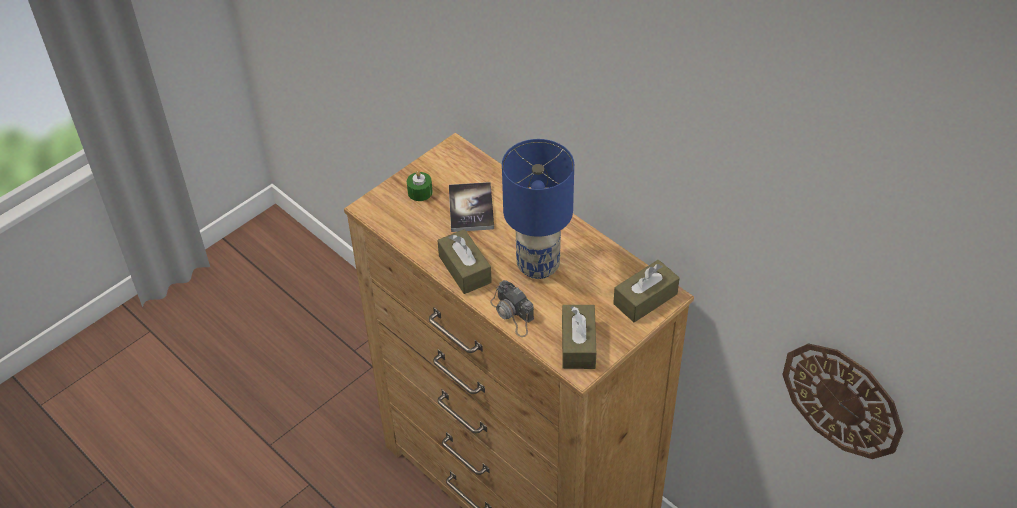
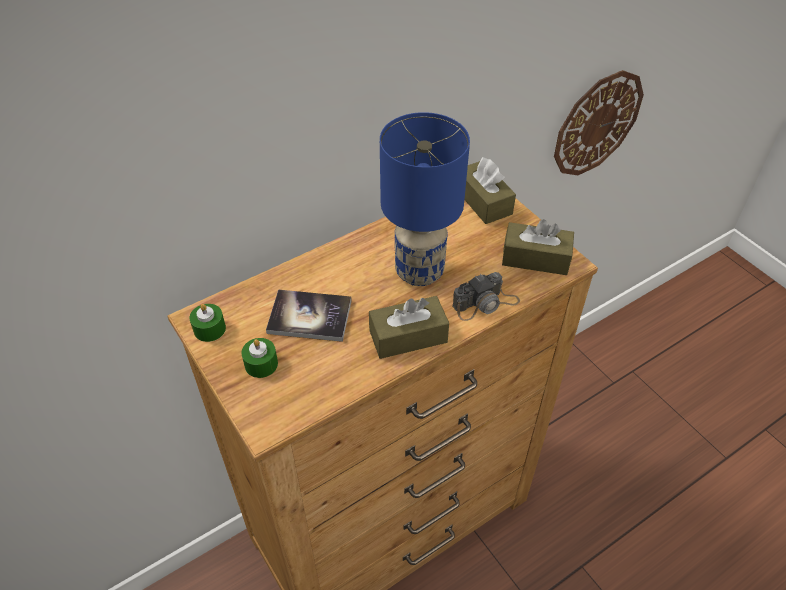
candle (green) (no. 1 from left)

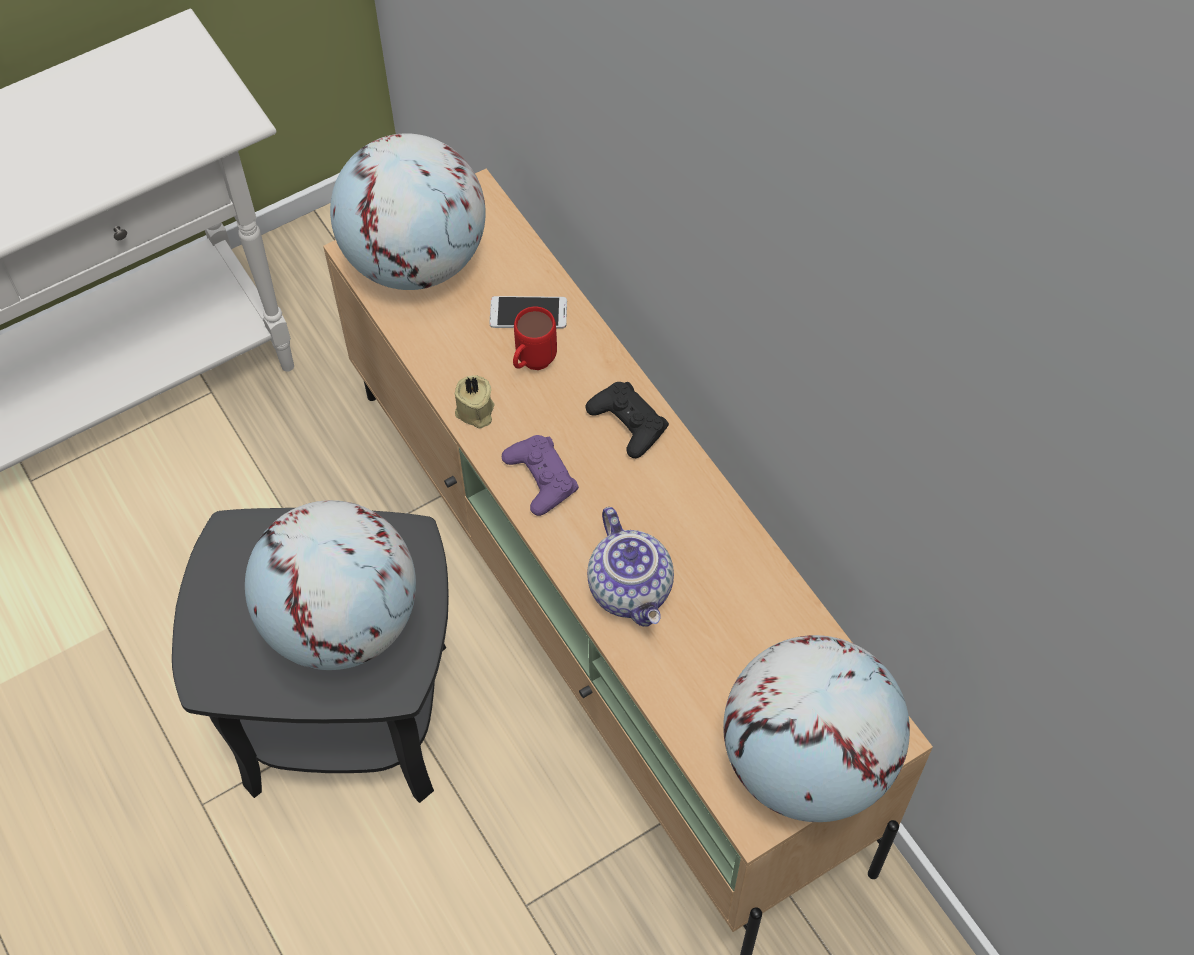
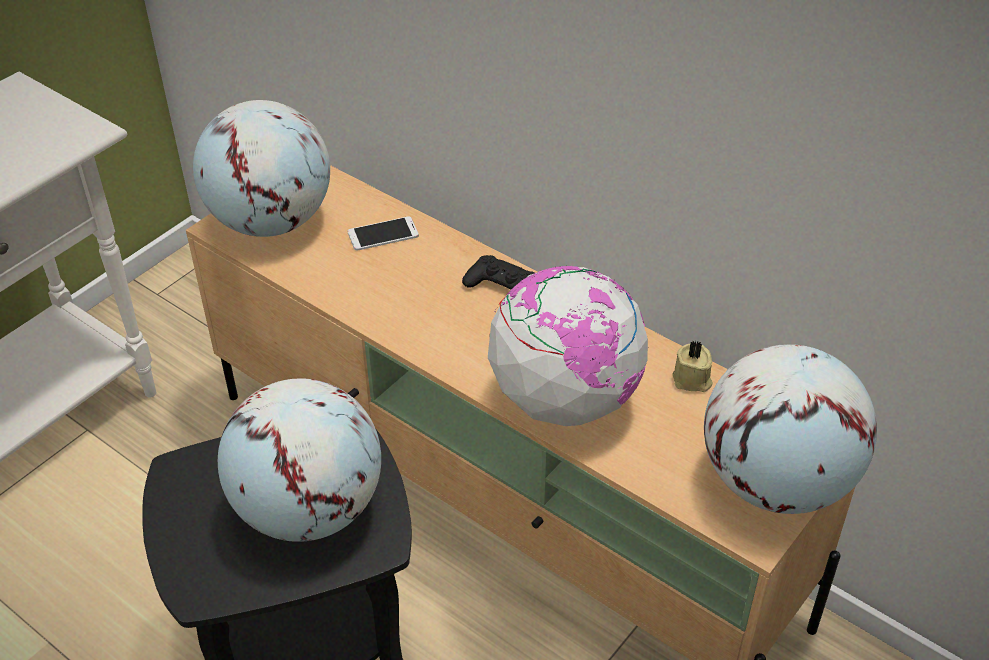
globe (no. 3 from left); candle (beige); game controller (purple); mug (red)

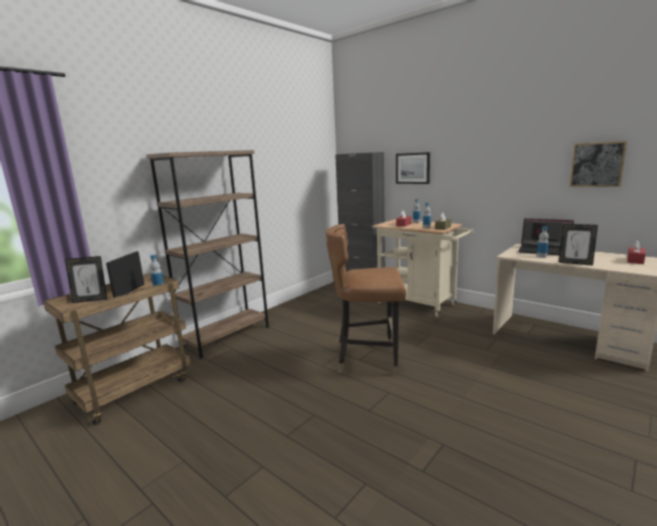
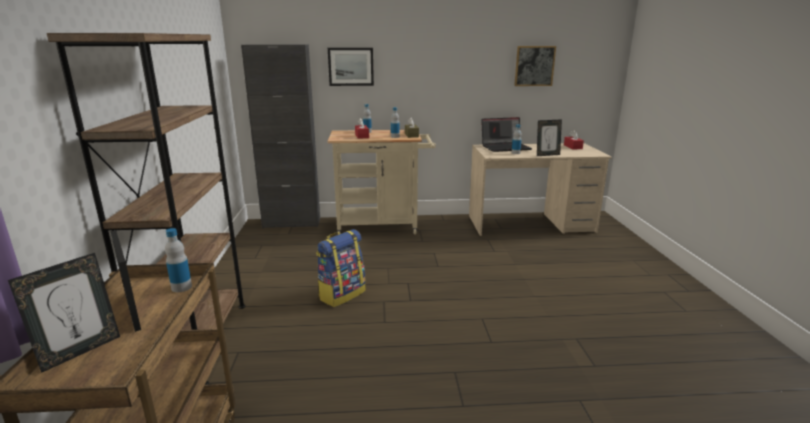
backpack; chair (brown)

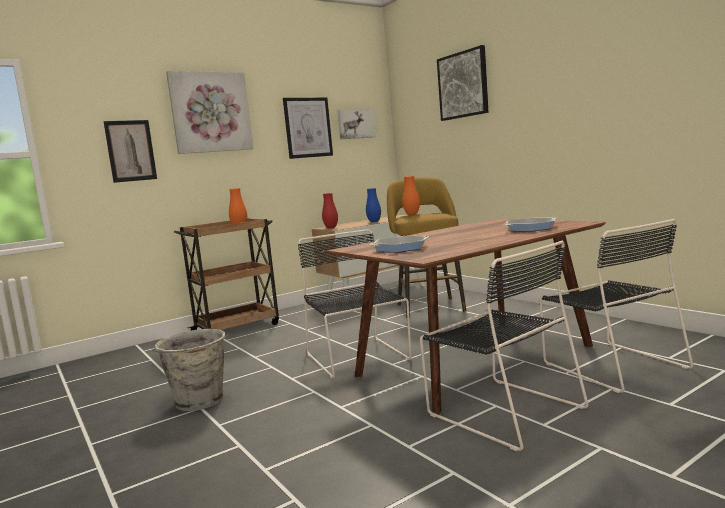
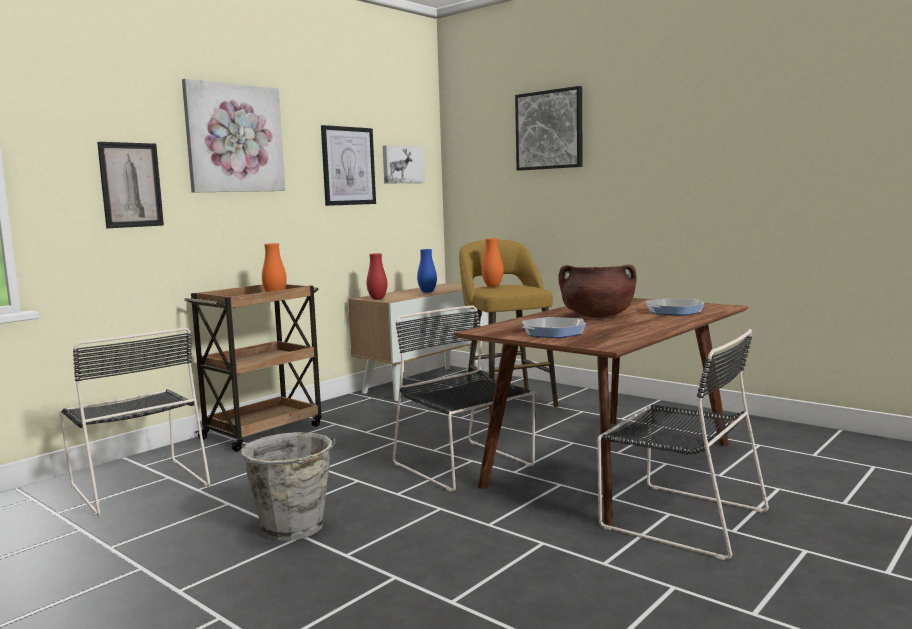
chair (black) (no. 1 from left); cooking pot (brown)

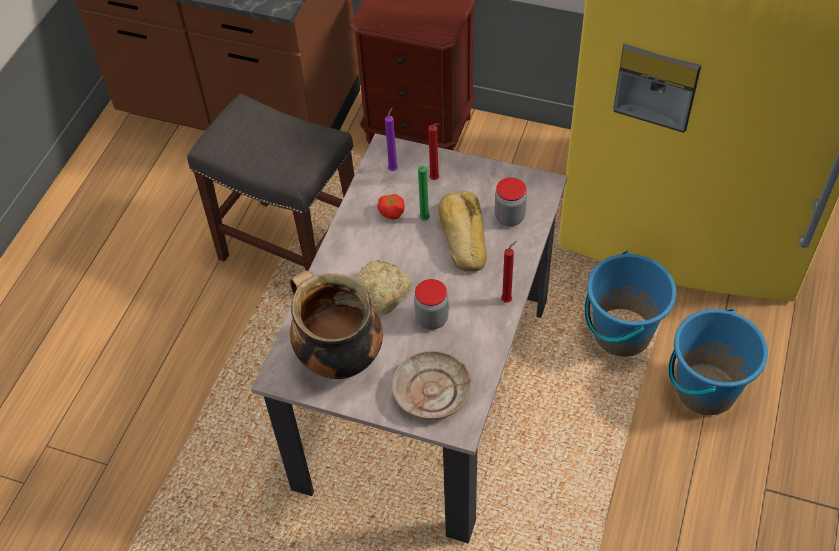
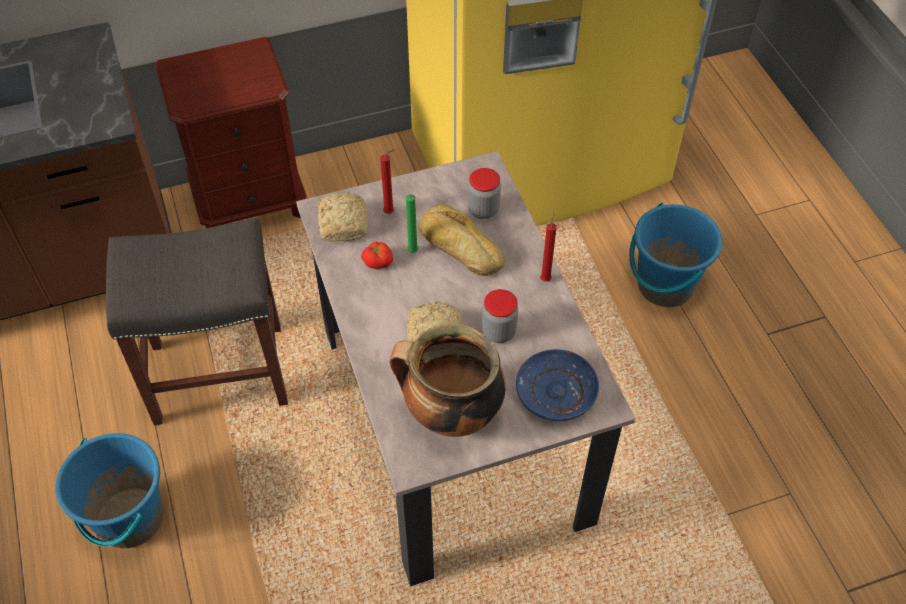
bucket (blue) (no. 1 from left); bread (no. 1 from left); plate (blue)

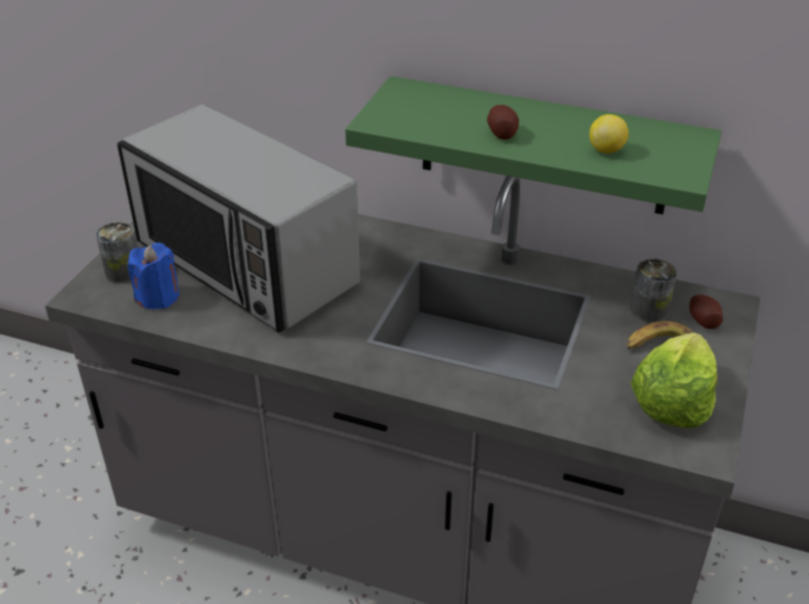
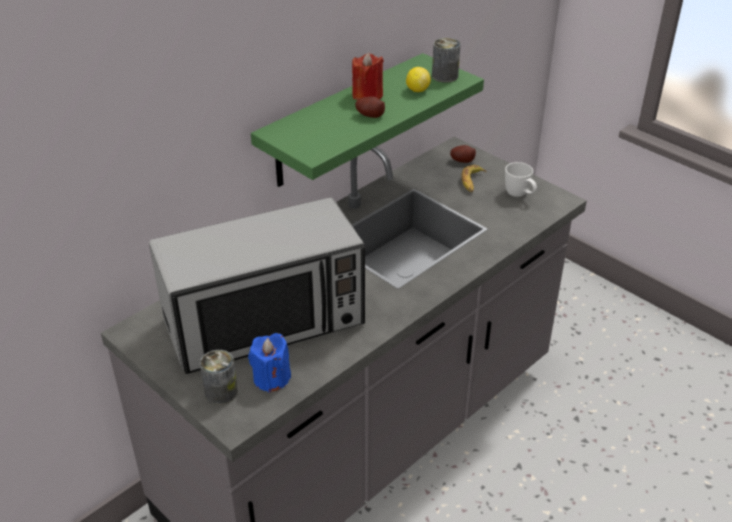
candle (red); can (no. 2 from left); mug (white)

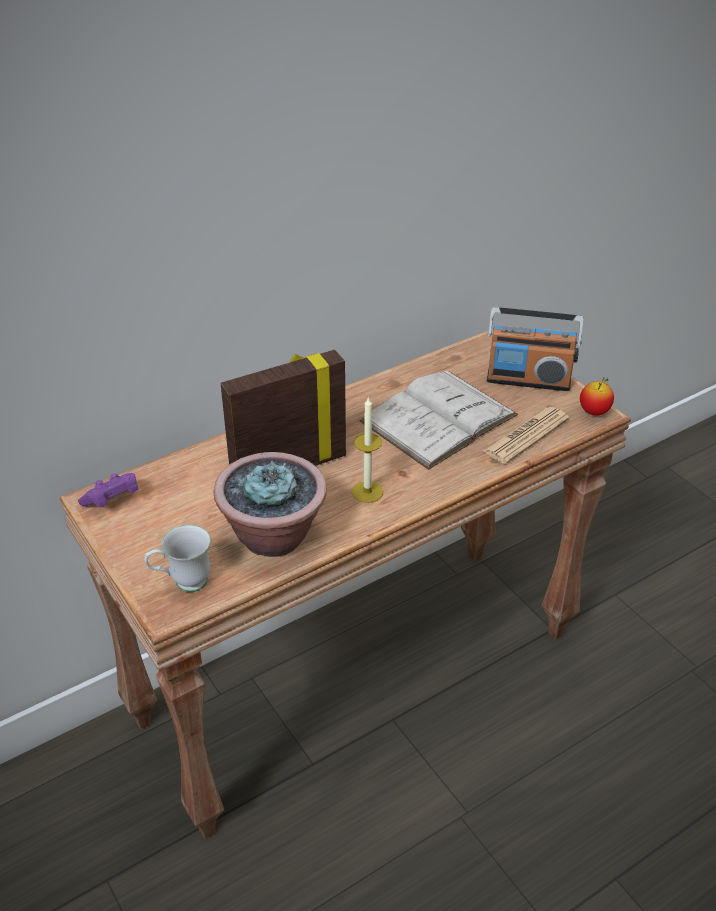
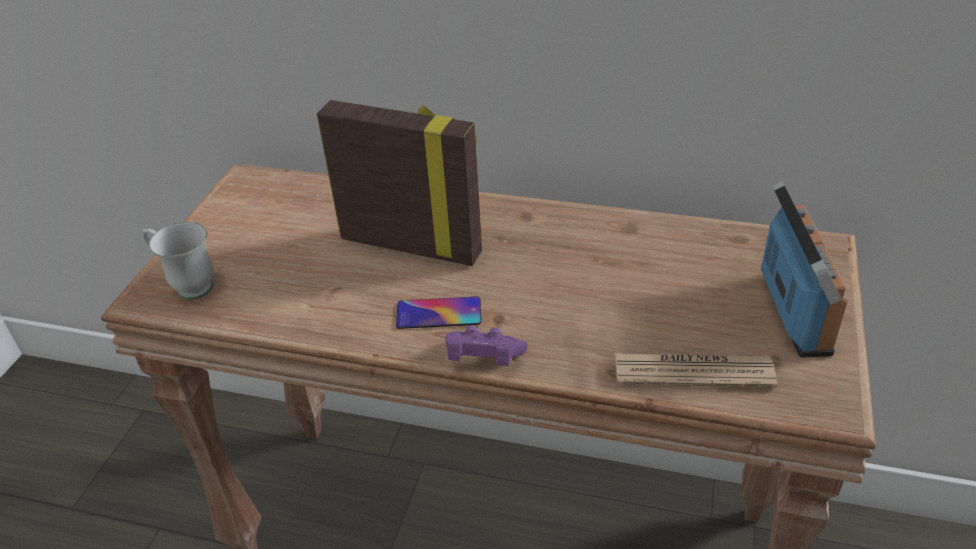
phone; game controller (purple); radio; potted plant; book (white); apple

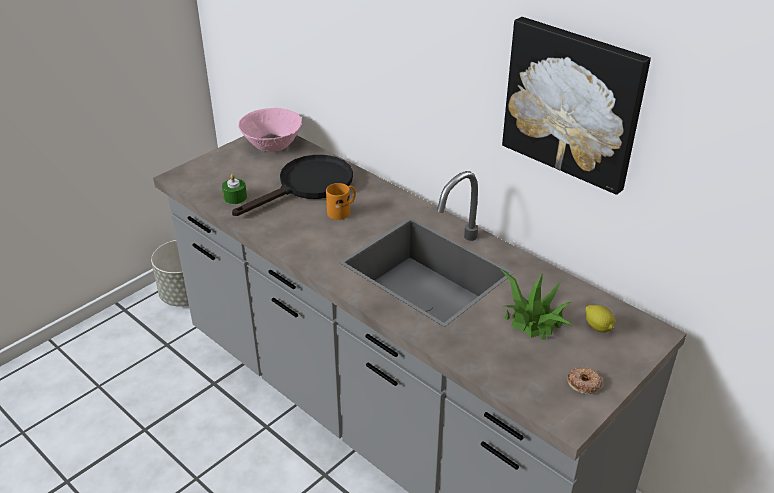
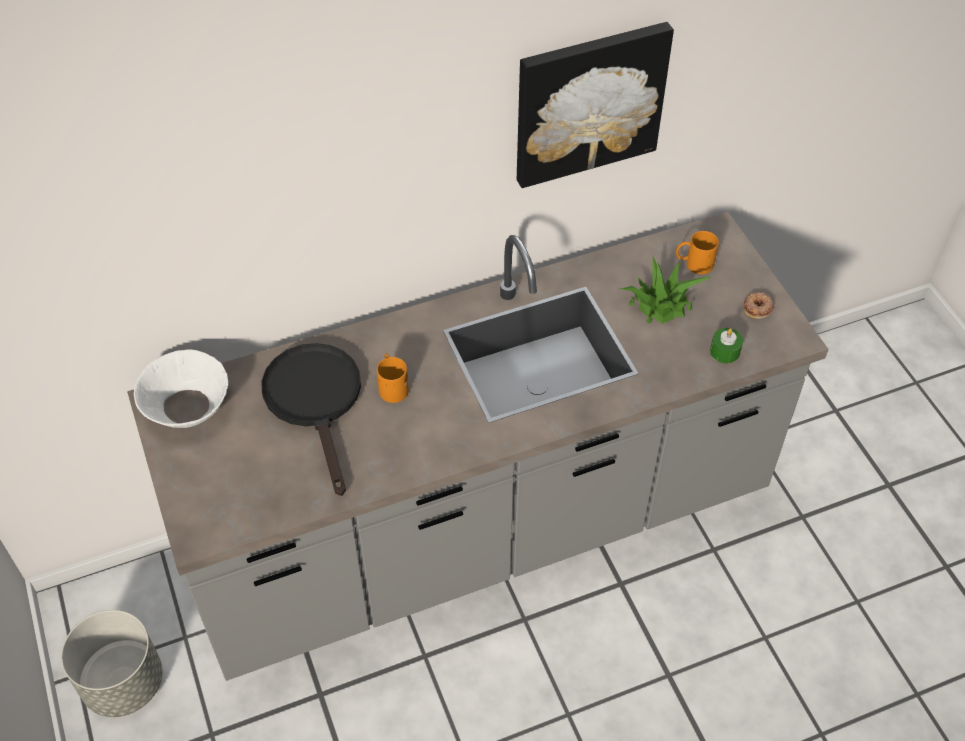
bowl (white); mug (orange) (no. 2 from left); candle (green)

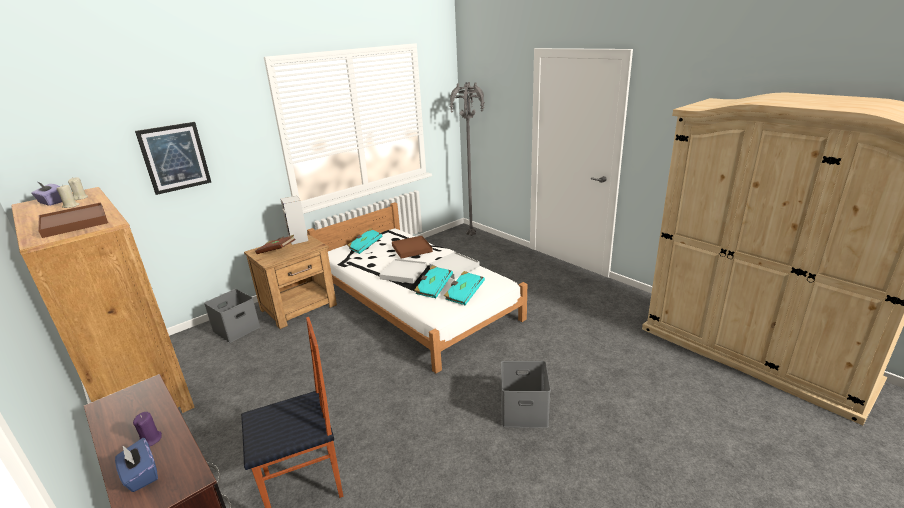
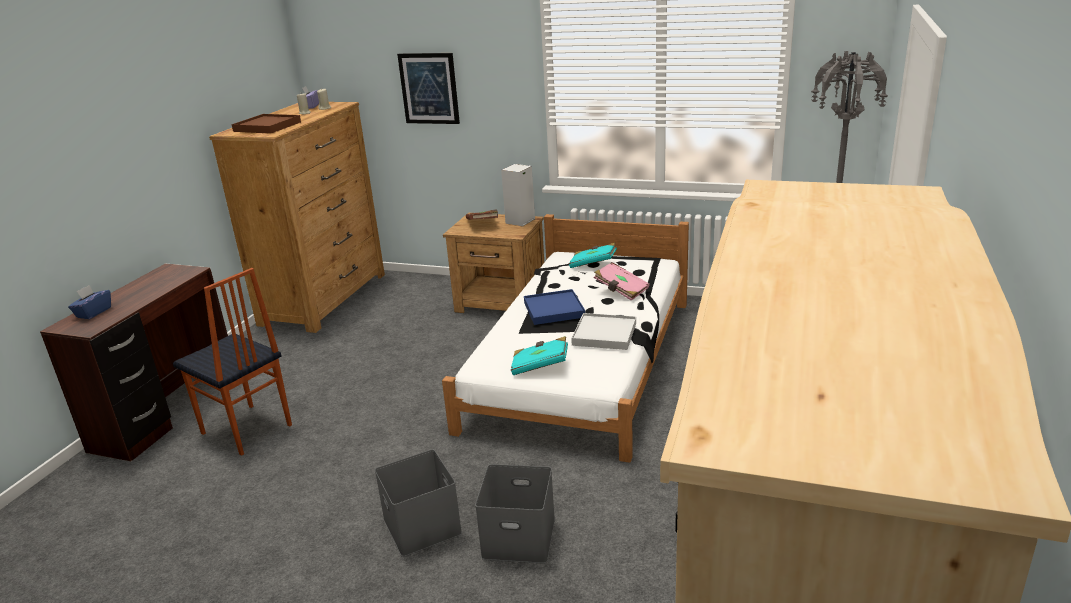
storage box (grey) (no. 2 from left); tray (blue); book (pink); candle (purple); book (turquoise) (no. 2 from left in the first image)

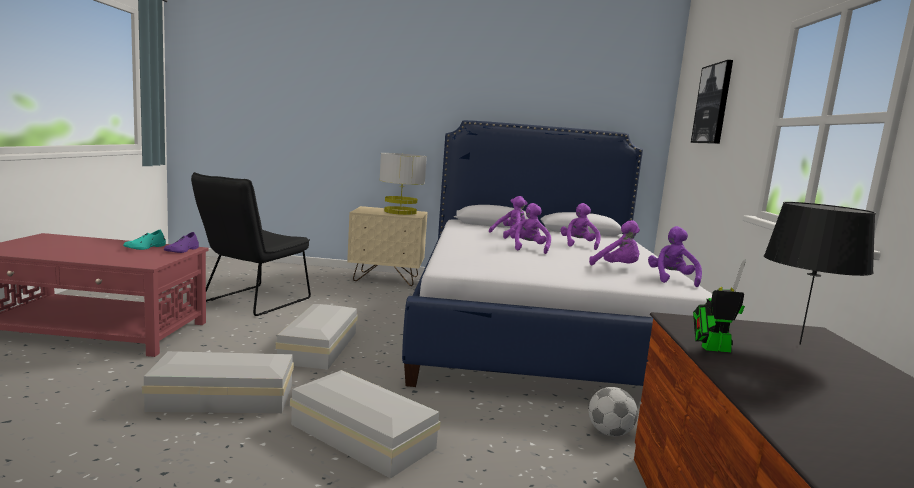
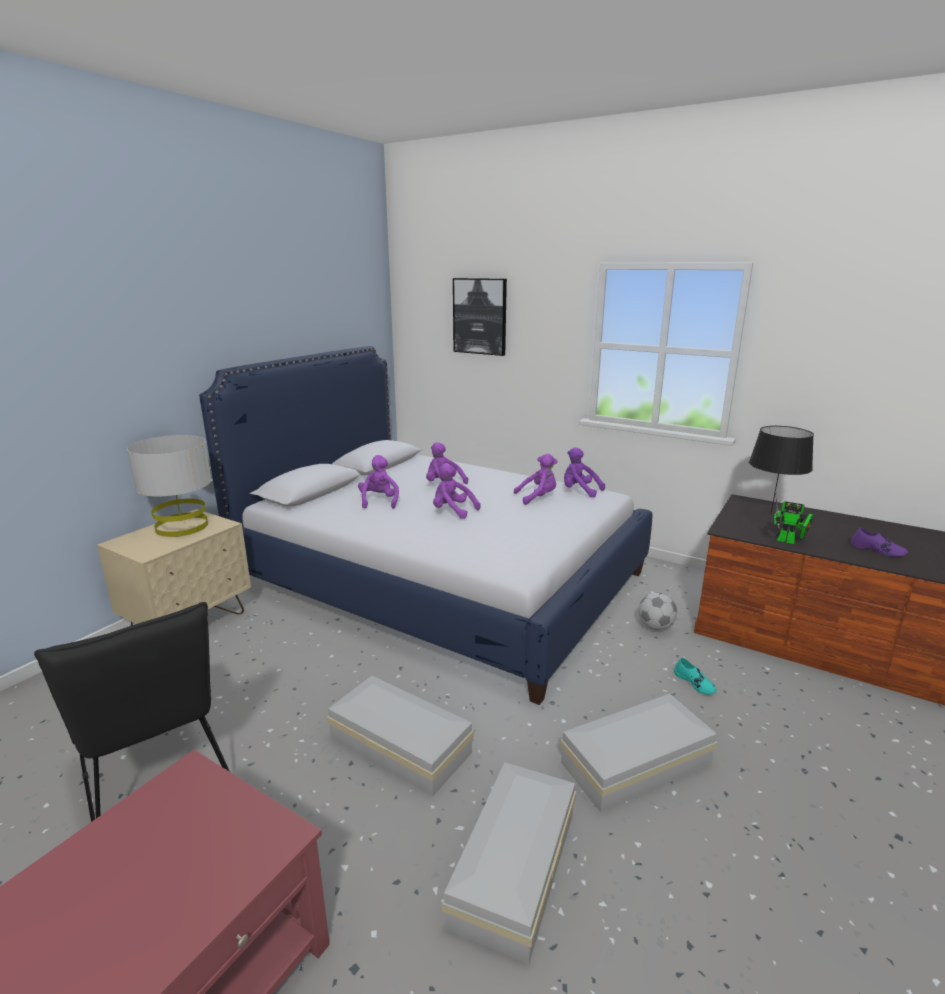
shoe (turquoise); toy robot; shoe (purple)

